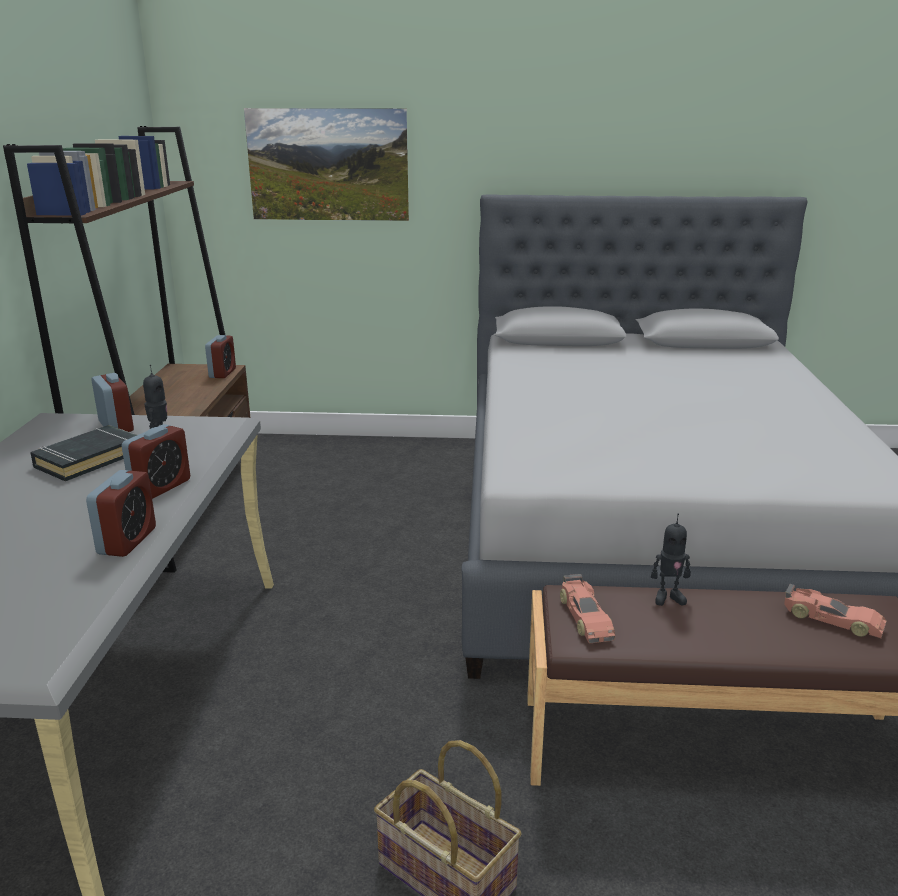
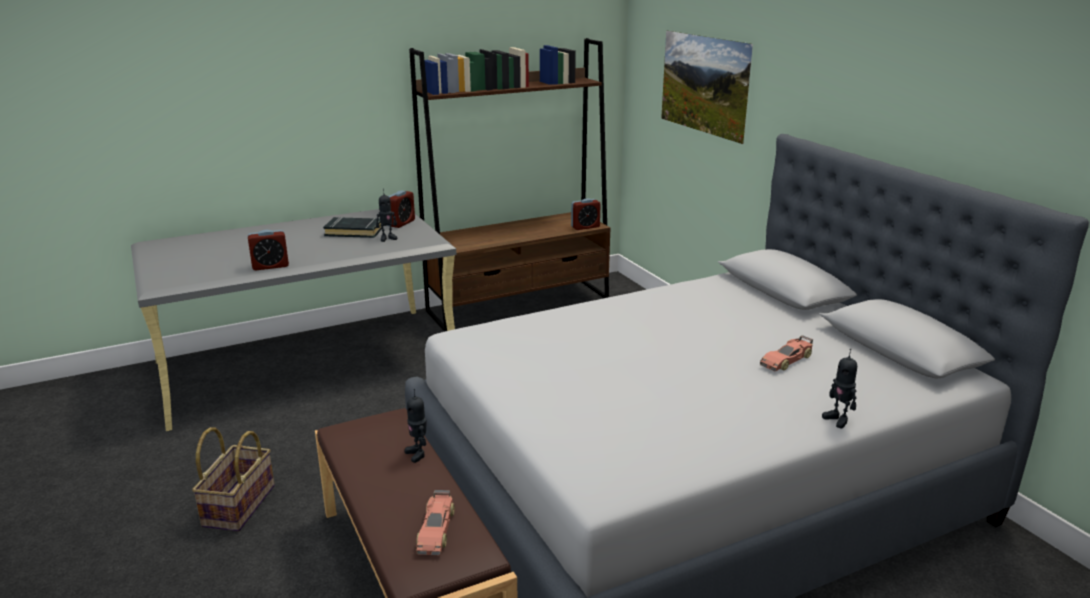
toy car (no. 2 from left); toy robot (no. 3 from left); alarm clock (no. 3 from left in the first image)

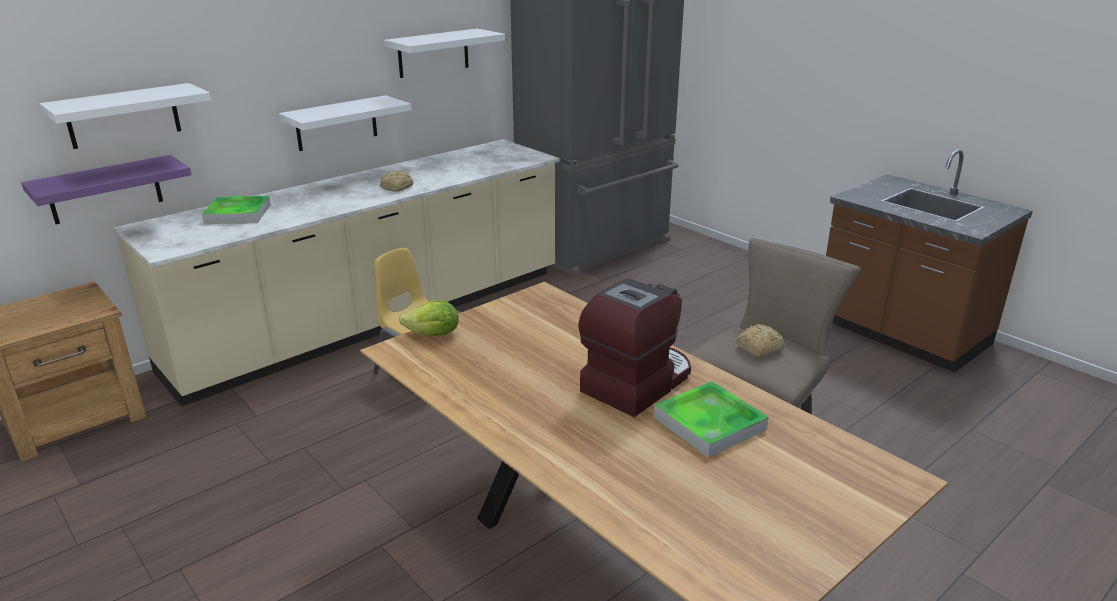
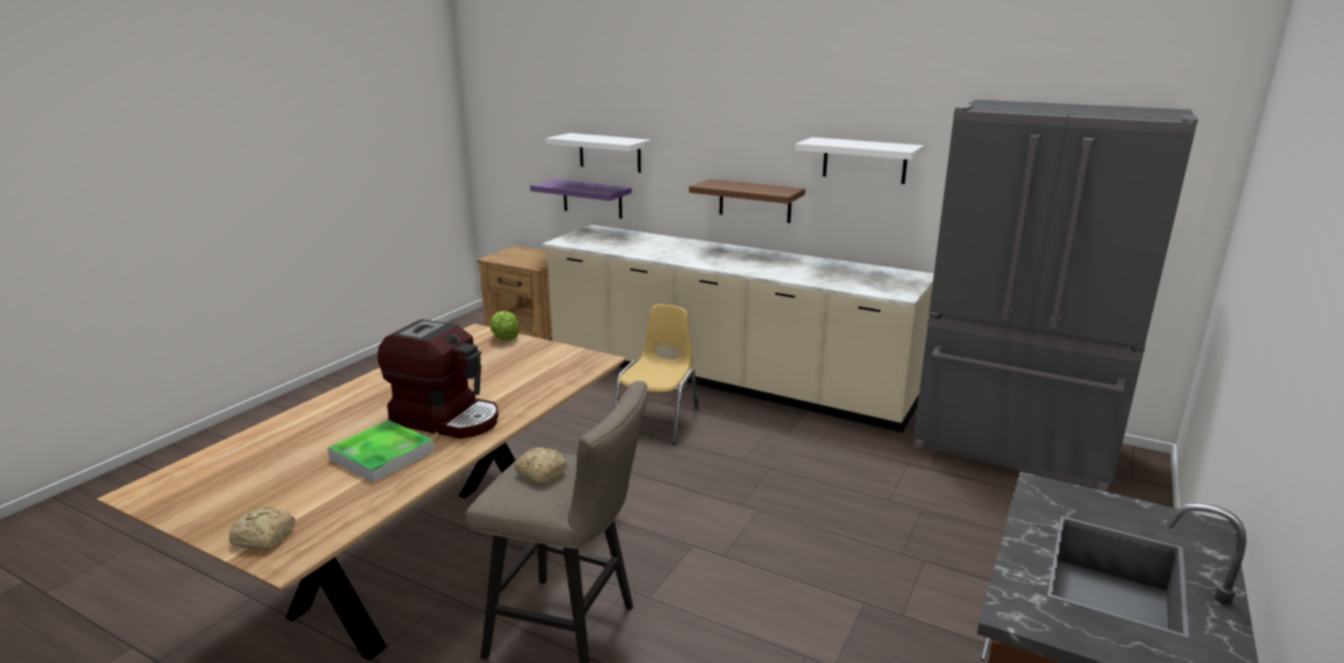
bread (no. 1 from left); shelf (brown); tray (no. 1 from left in the first image)

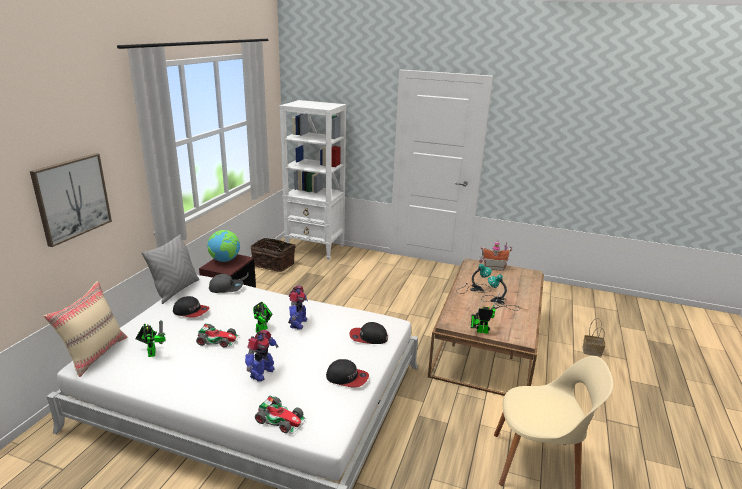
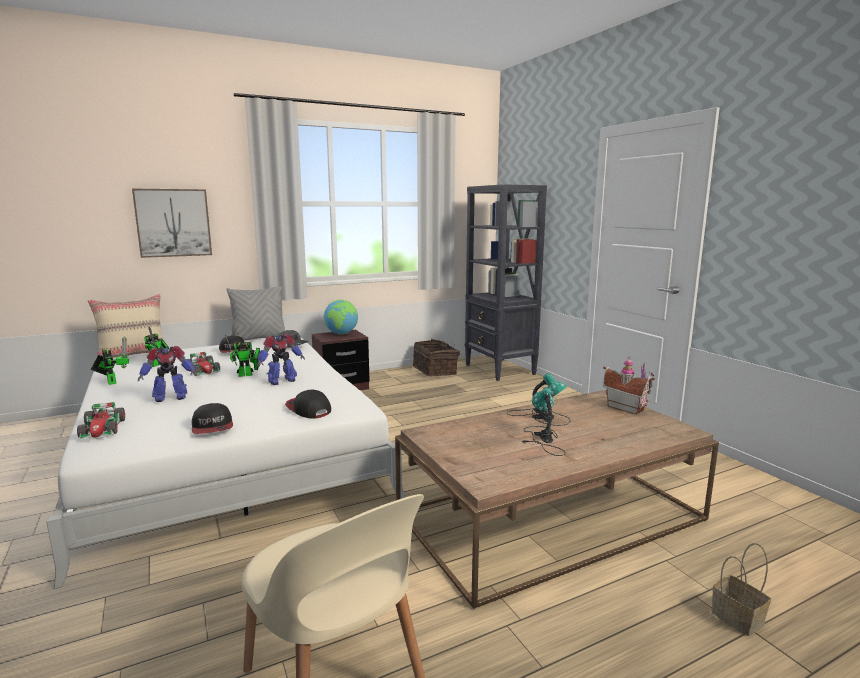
toy robot (no. 1 from left); bookcase (black)

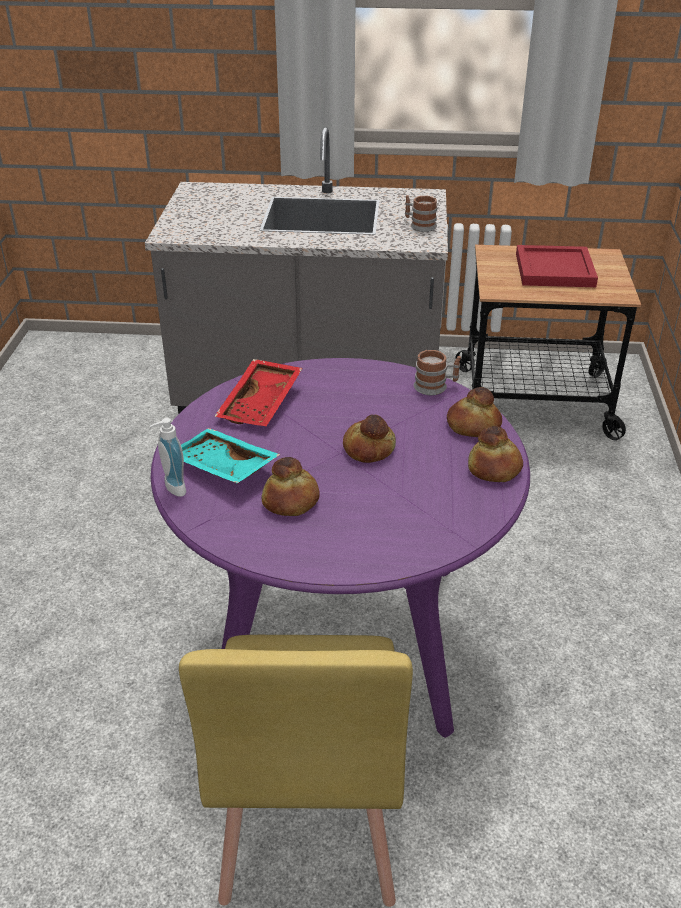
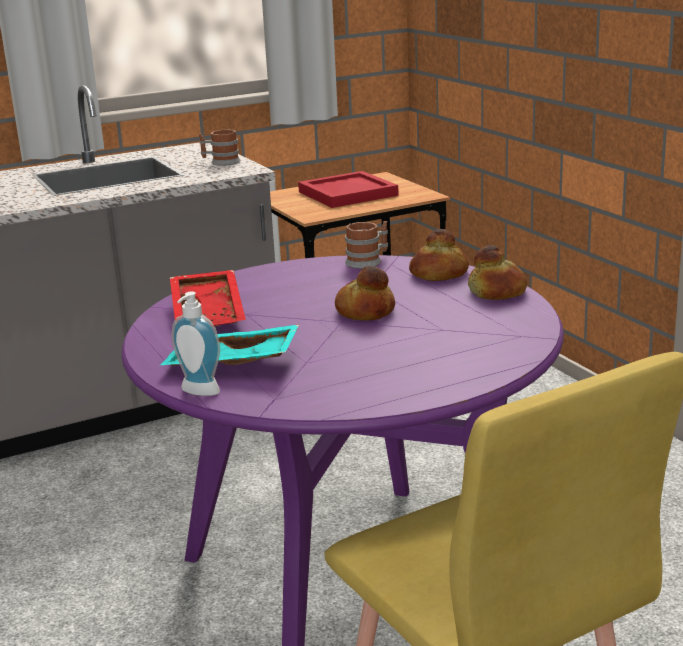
bread (no. 1 from left in the first image)

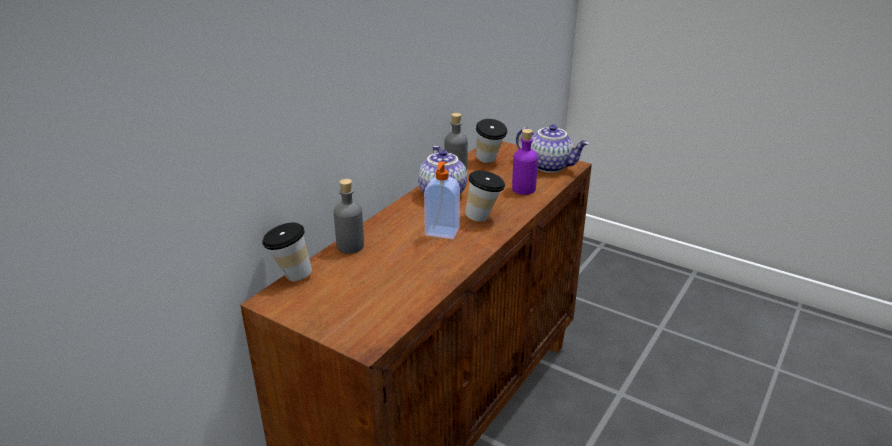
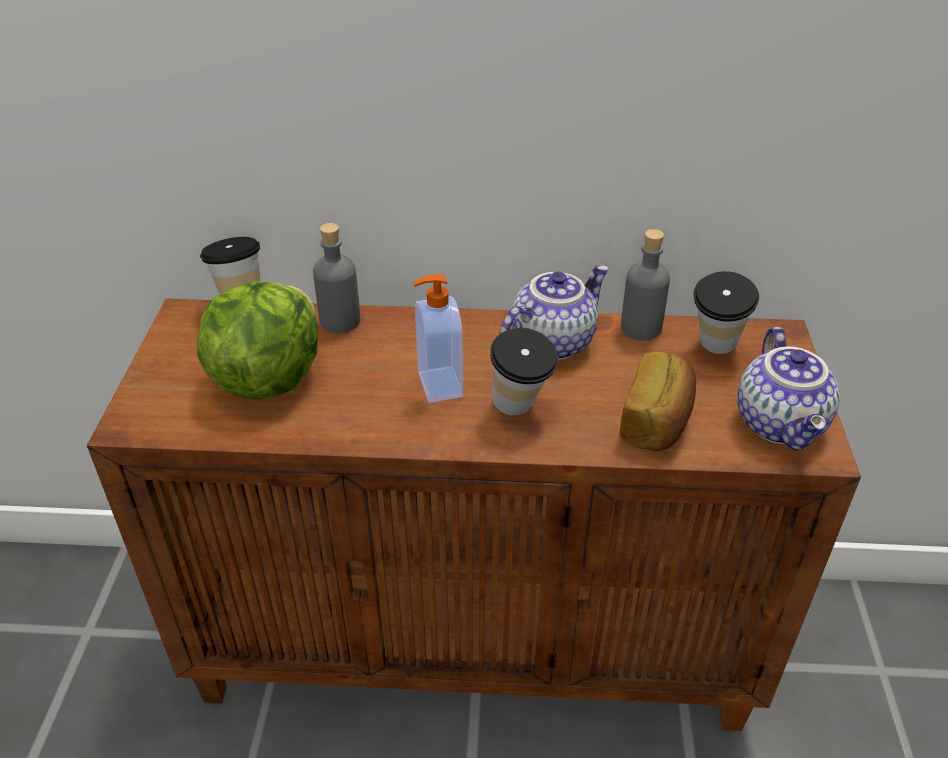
lettuce; bread

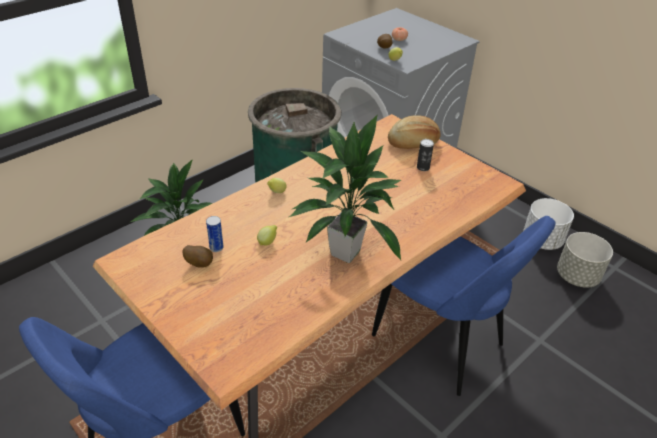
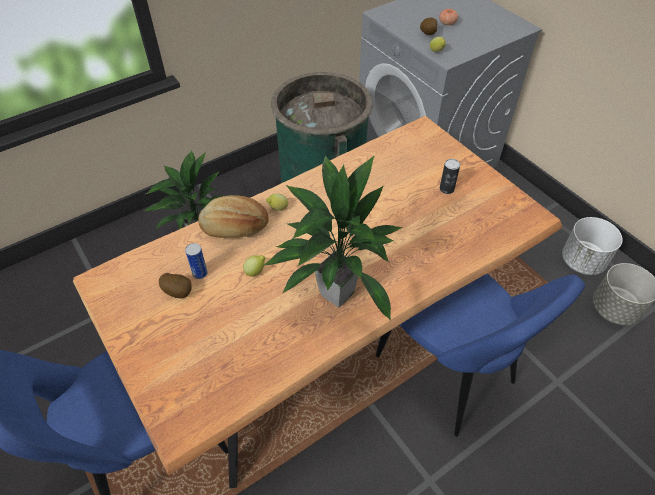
bread

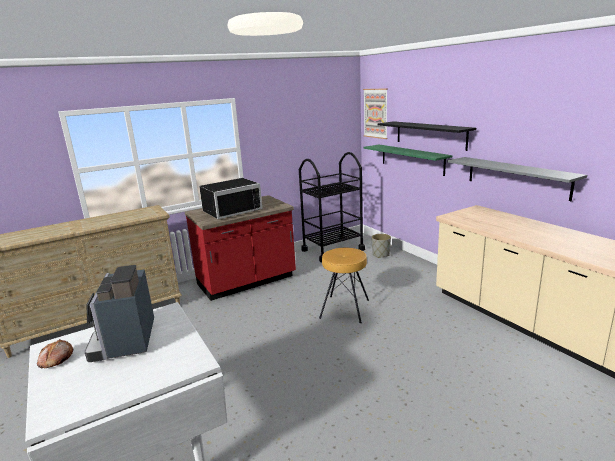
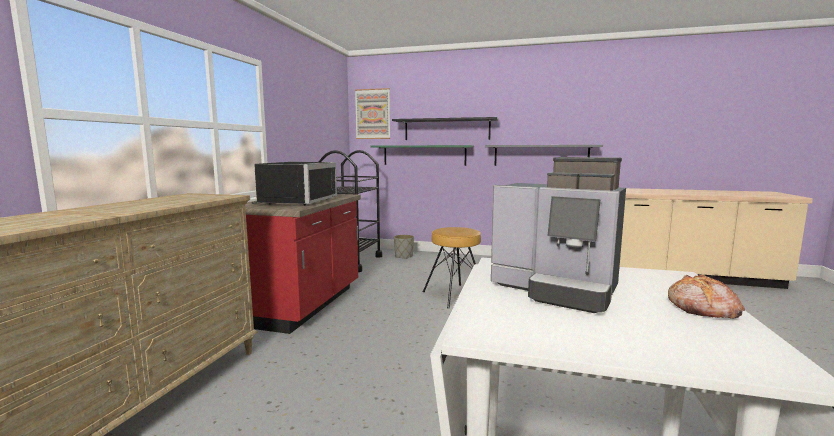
bread

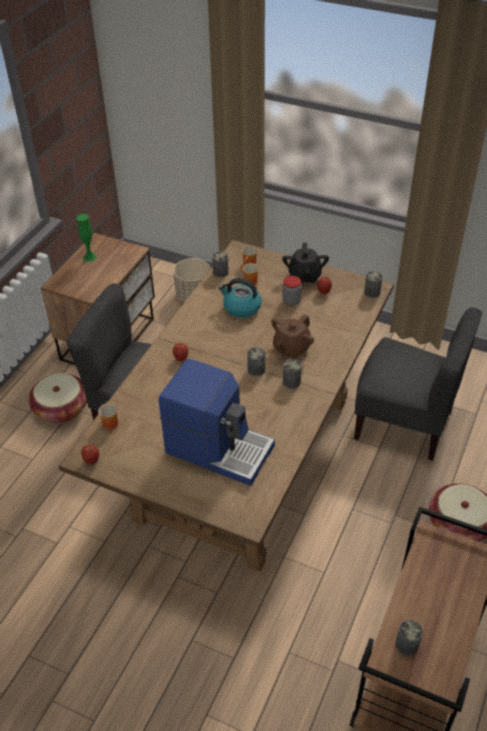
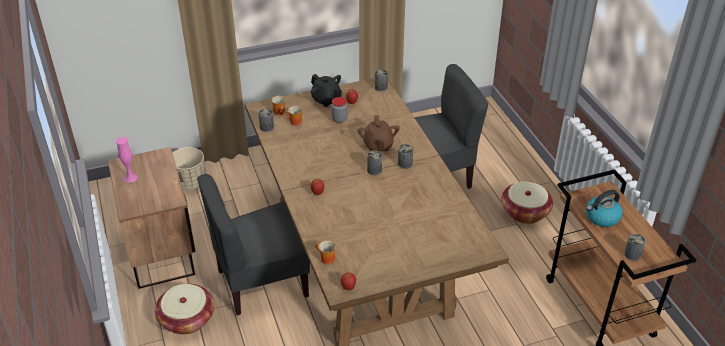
vase (pink); kettle; coffee machine

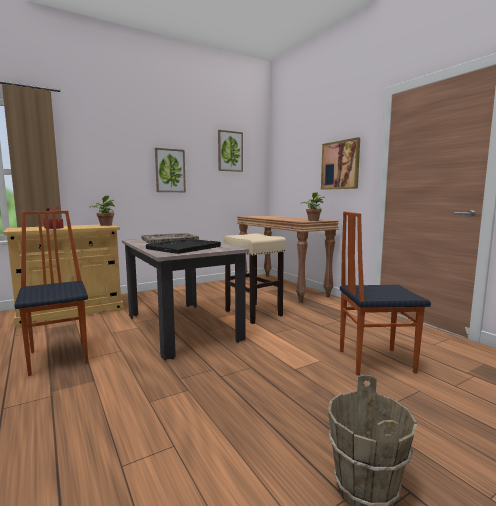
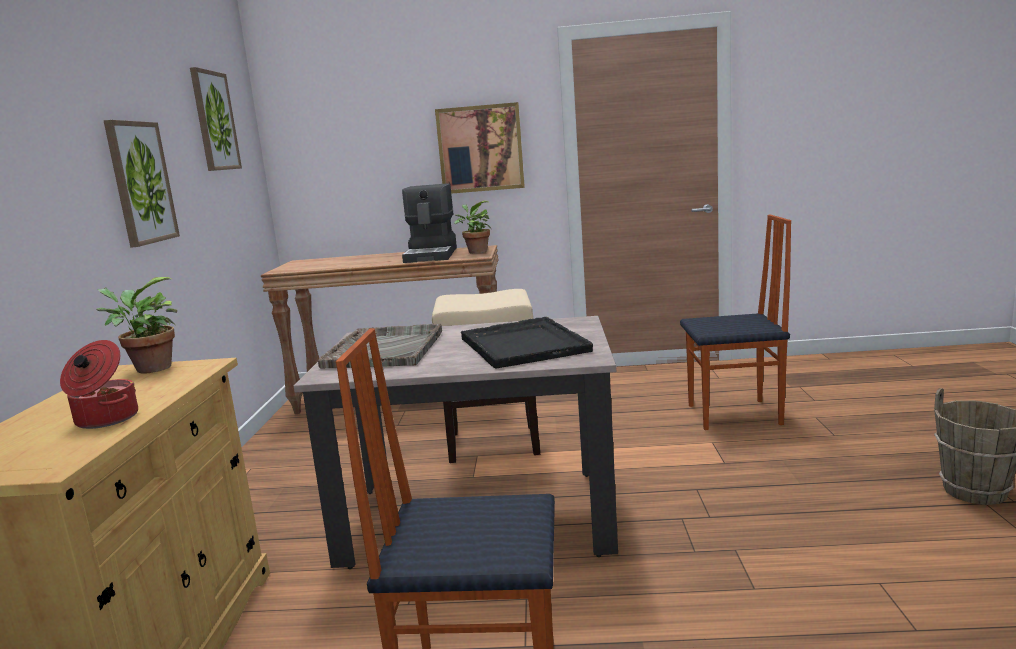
coffee machine; chair (no. 2 from left)

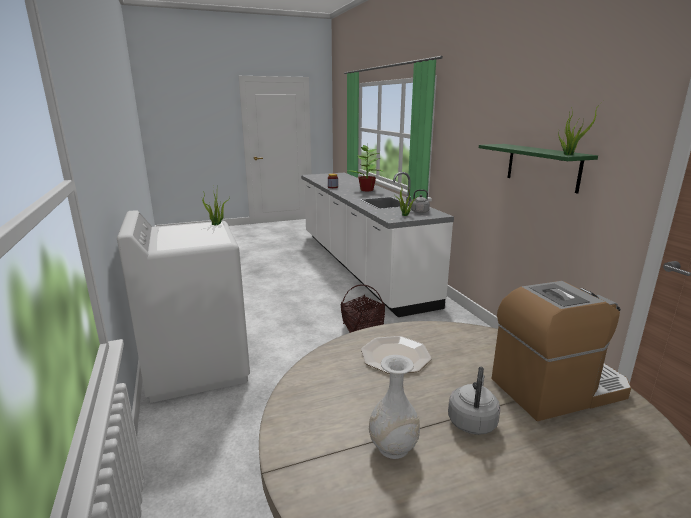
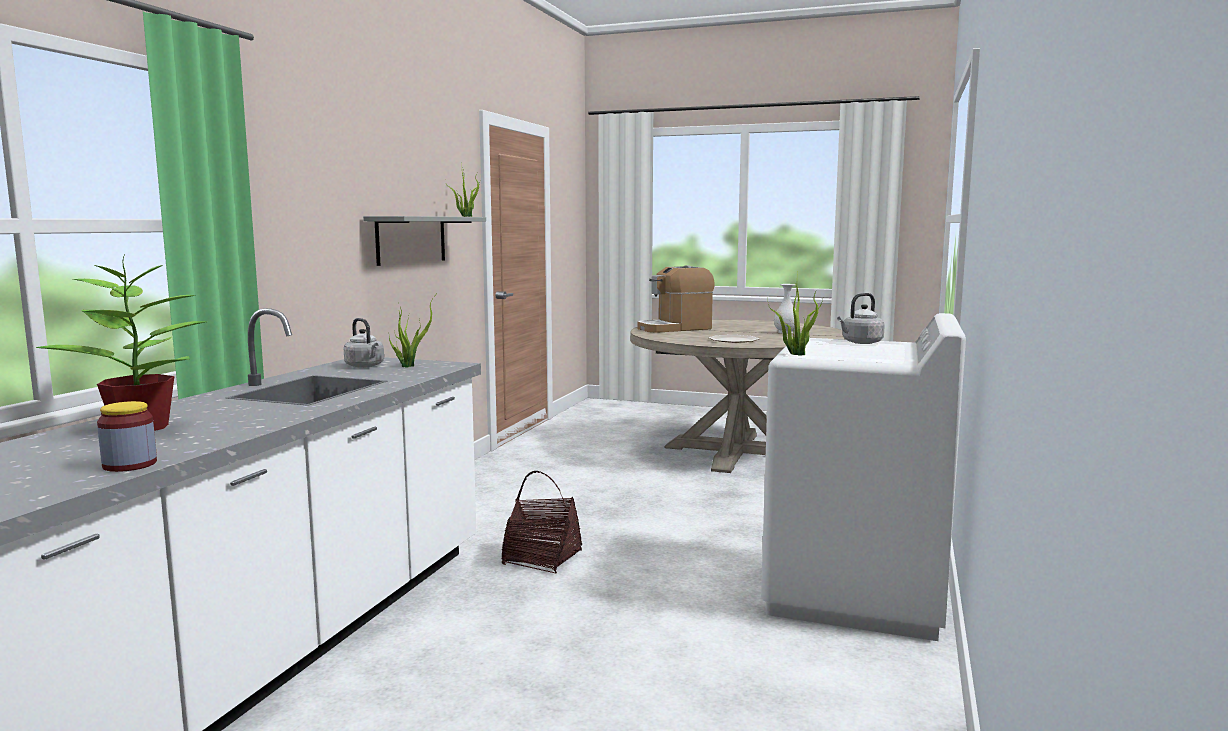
shelf (grey); coffee machine; kettle (grey) (no. 2 from left)

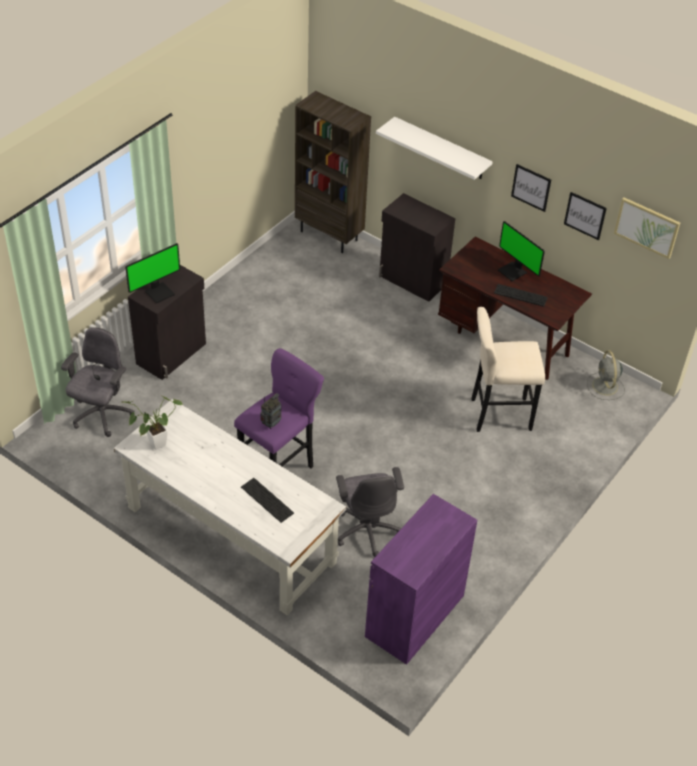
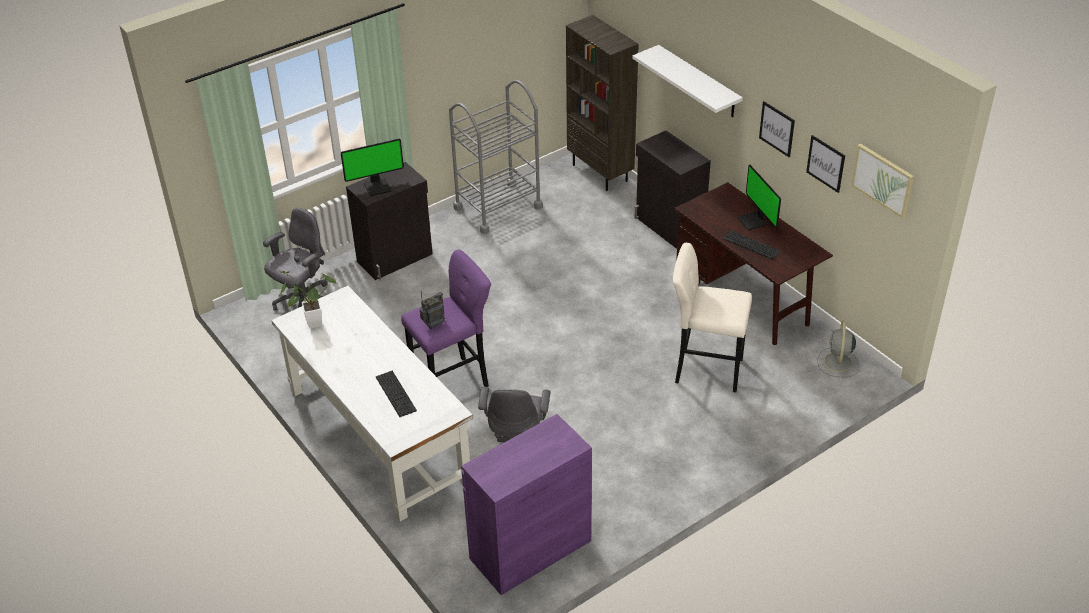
cart (grey)

